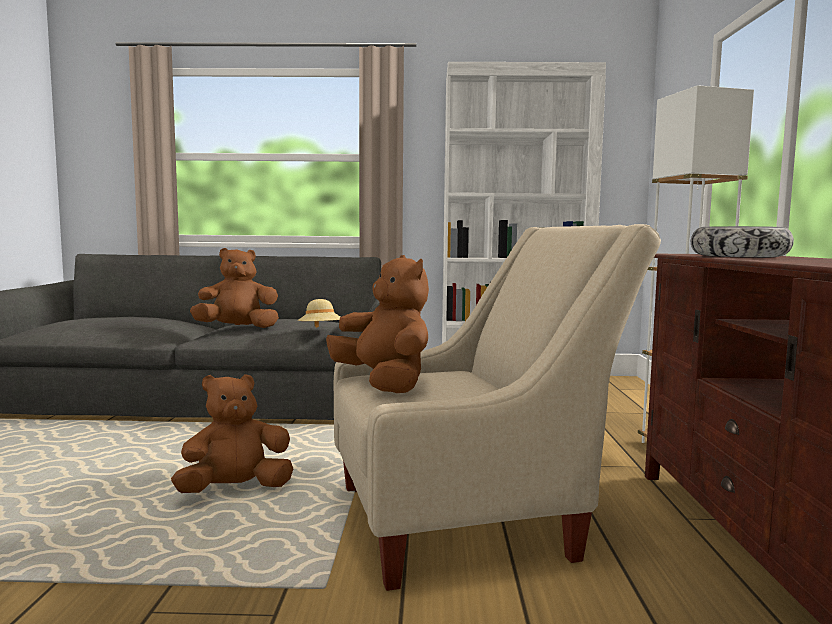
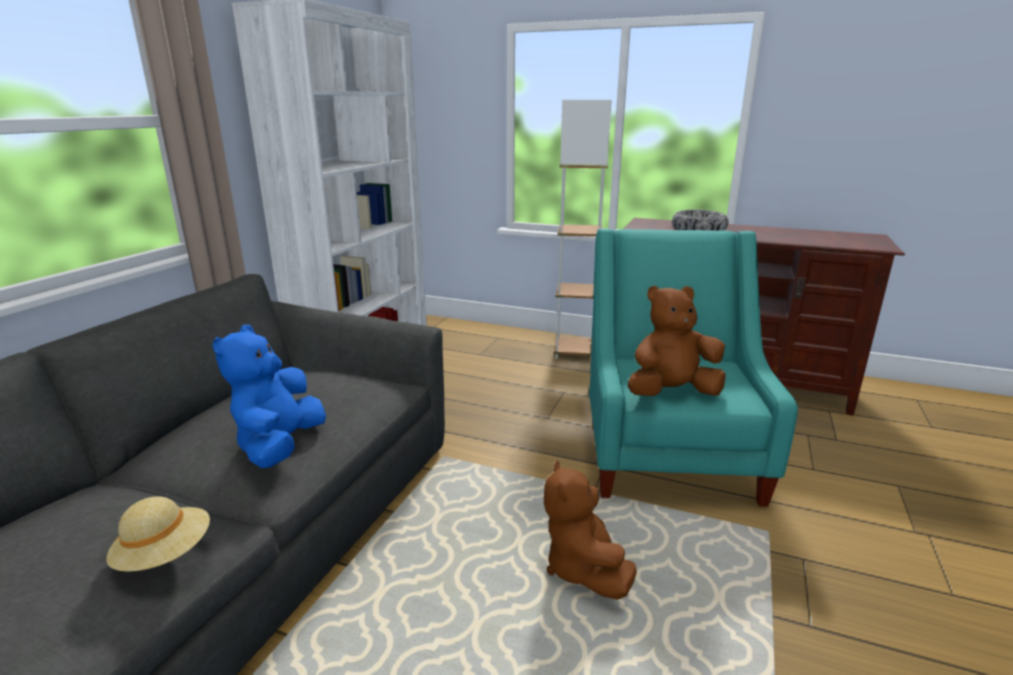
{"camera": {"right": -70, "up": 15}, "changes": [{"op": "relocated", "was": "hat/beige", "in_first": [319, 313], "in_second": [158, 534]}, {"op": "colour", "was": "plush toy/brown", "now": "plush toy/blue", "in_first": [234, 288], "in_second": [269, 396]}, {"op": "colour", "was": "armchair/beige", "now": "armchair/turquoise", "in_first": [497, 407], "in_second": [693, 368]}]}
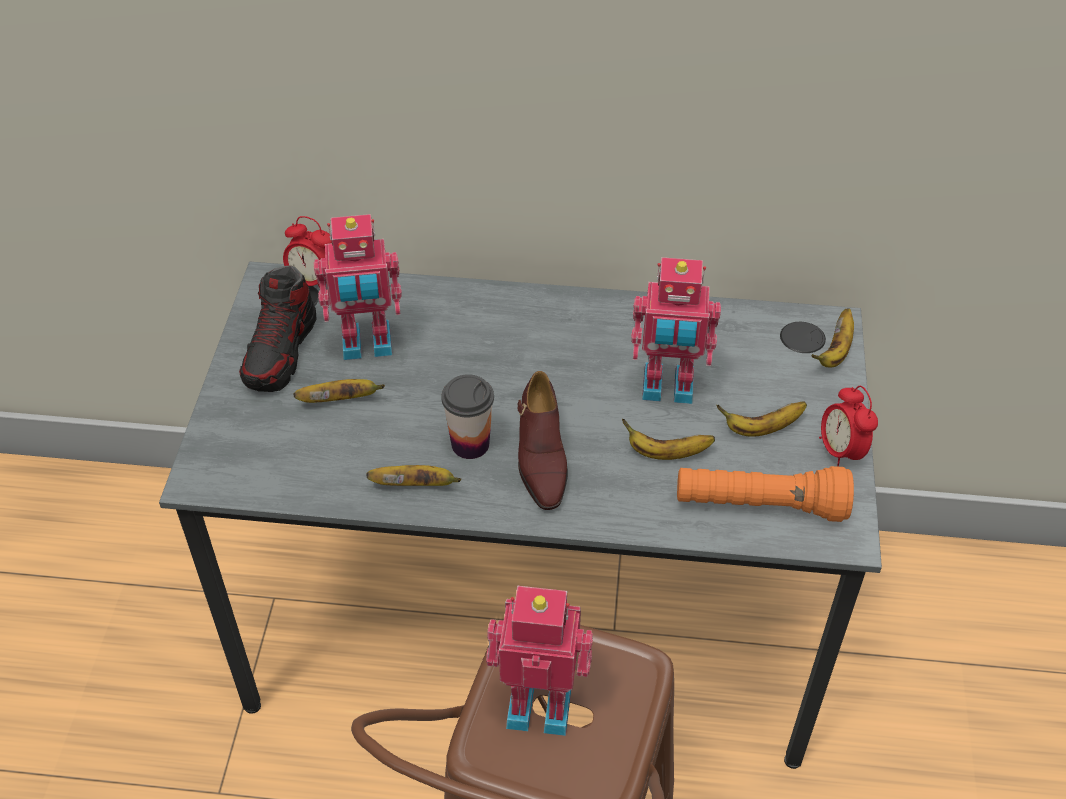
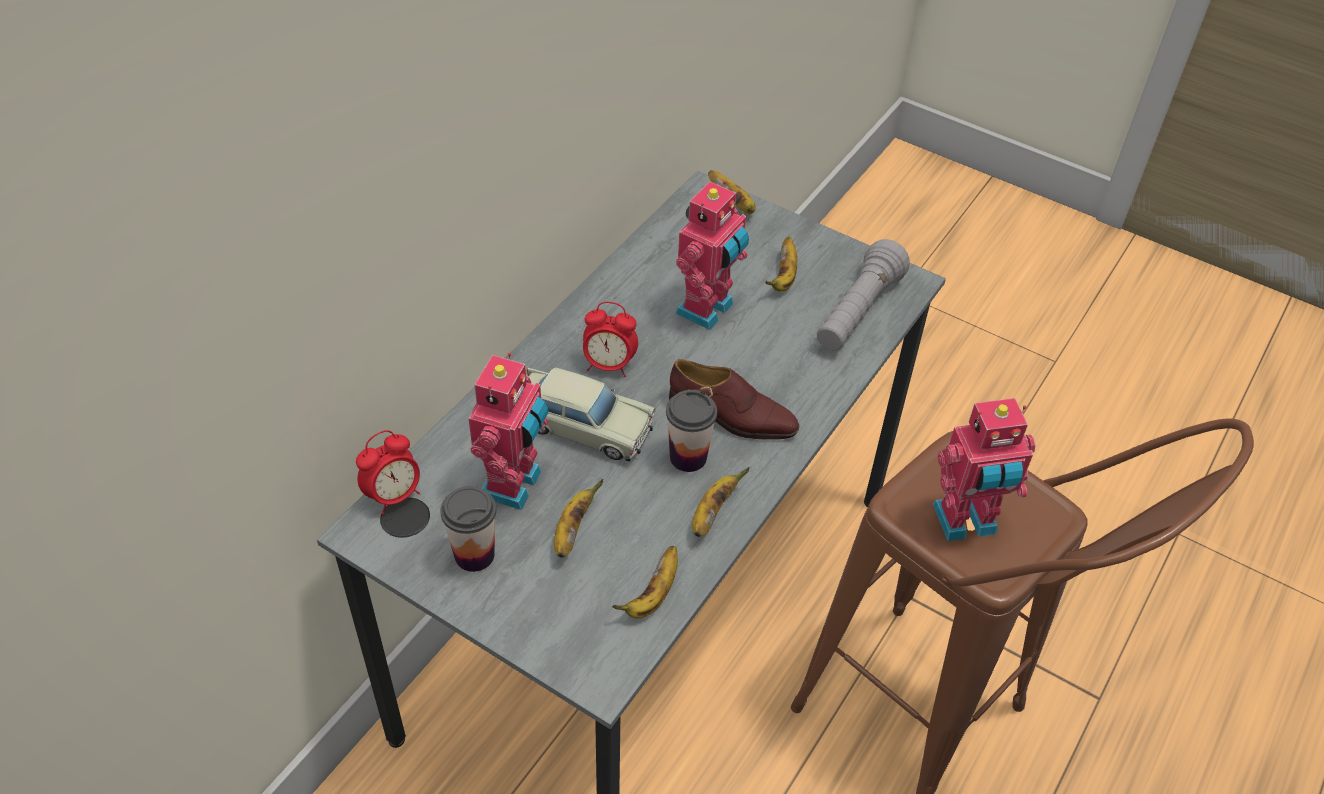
{"camera": {"right": -65, "up": 0}, "changes": [{"op": "appeared", "now": "toy car/beige", "in_second": [591, 414]}, {"op": "relocated", "was": "banana", "in_first": [668, 439], "in_second": [645, 582]}, {"op": "relocated", "was": "alarm clock", "in_first": [848, 426], "in_second": [610, 339]}, {"op": "exchanged", "was": "shoe", "now": "cup", "in_first": [278, 329], "in_second": [468, 529]}, {"op": "colour", "was": "flashlight/orange", "now": "flashlight/grey", "in_first": [765, 494], "in_second": [863, 295]}, {"op": "spun", "was": "toy robot", "in_first": [539, 661], "in_second": [984, 469], "clockwise": -135}]}
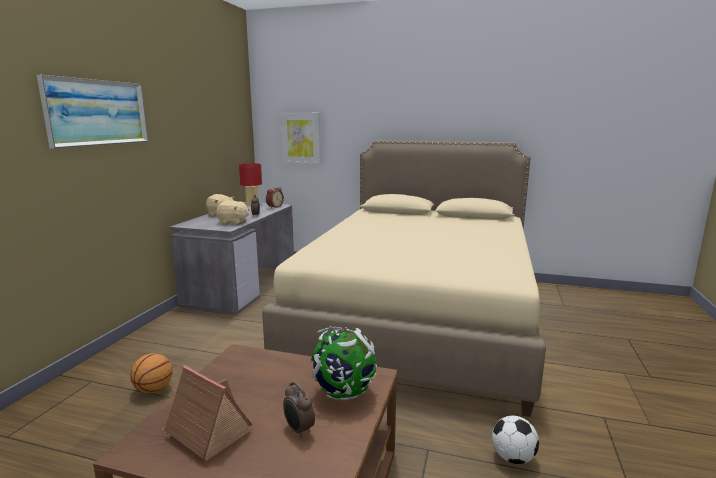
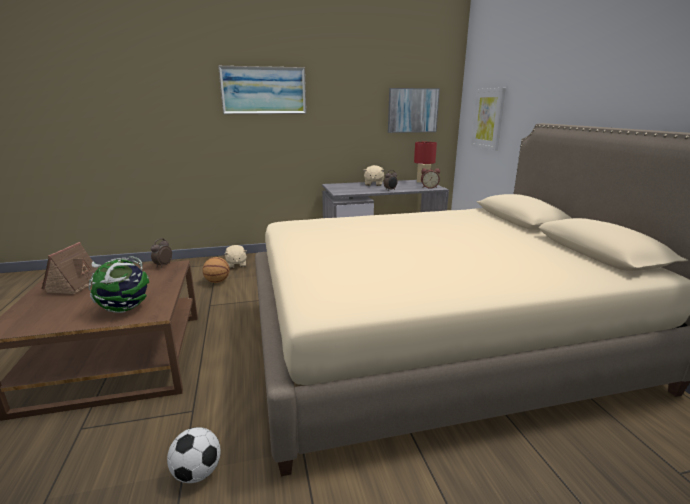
{"camera": {"right": 60, "up": 5}, "changes": [{"op": "appeared", "now": "picture", "in_second": [414, 110]}, {"op": "relocated", "was": "plush toy/beige", "in_first": [233, 212], "in_second": [235, 257]}, {"op": "relocated", "was": "alarm clock", "in_first": [299, 410], "in_second": [161, 253]}]}
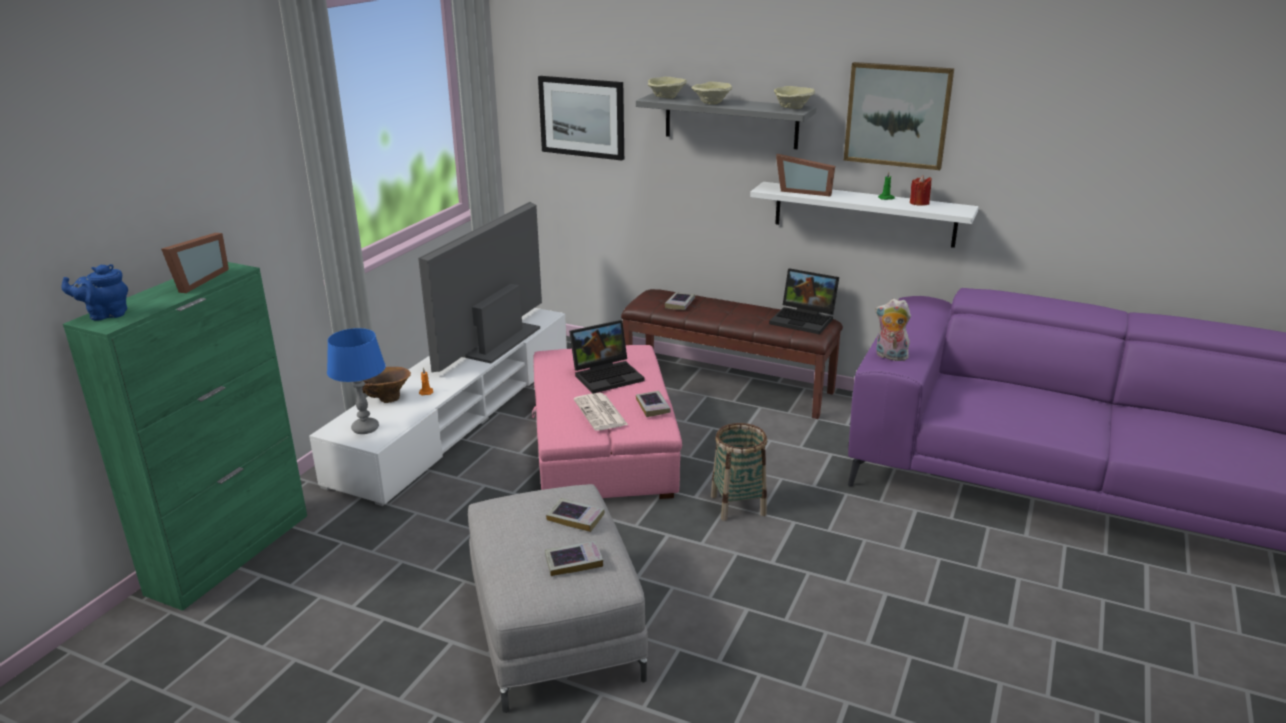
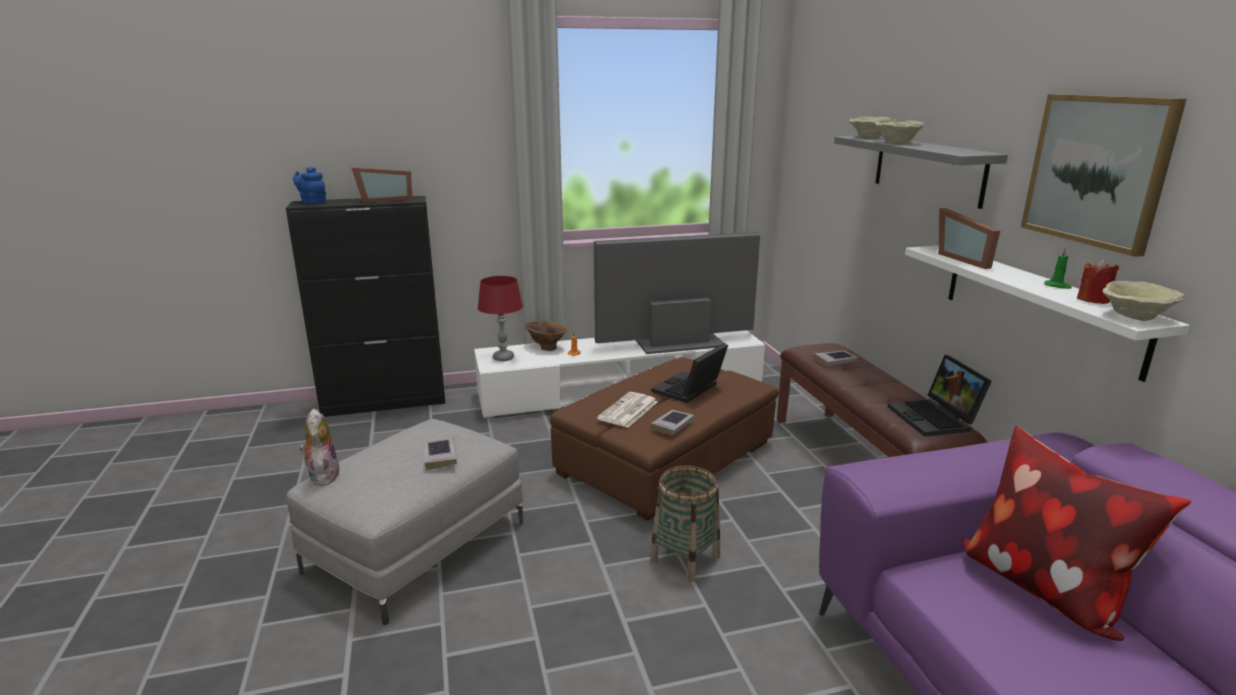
{"camera": {"right": 50, "up": -5}, "changes": [{"op": "missing", "was": "picture", "in_first": [581, 118]}, {"op": "missing", "was": "book", "in_first": [574, 558]}, {"op": "appeared", "now": "pillow", "in_second": [1076, 533]}, {"op": "relocated", "was": "bowl/beige", "in_first": [794, 97], "in_second": [1143, 301]}, {"op": "relocated", "was": "plush toy", "in_first": [893, 330], "in_second": [319, 447]}, {"op": "colour", "was": "cabinet/green", "now": "cabinet/black", "in_first": [185, 436], "in_second": [365, 306]}, {"op": "colour", "was": "table lamp/blue", "now": "table lamp/red", "in_first": [356, 381], "in_second": [500, 318]}, {"op": "colour", "was": "ottoman/pink", "now": "ottoman/brown", "in_first": [607, 422], "in_second": [664, 439]}, {"op": "spun", "was": "laptop", "in_first": [607, 356], "in_second": [689, 373], "clockwise": 105}]}
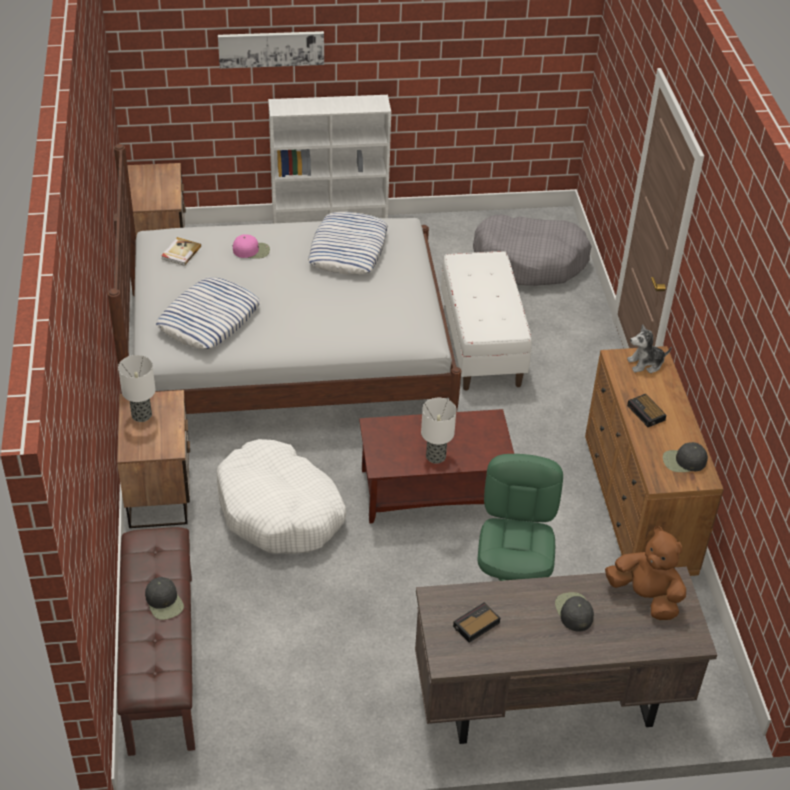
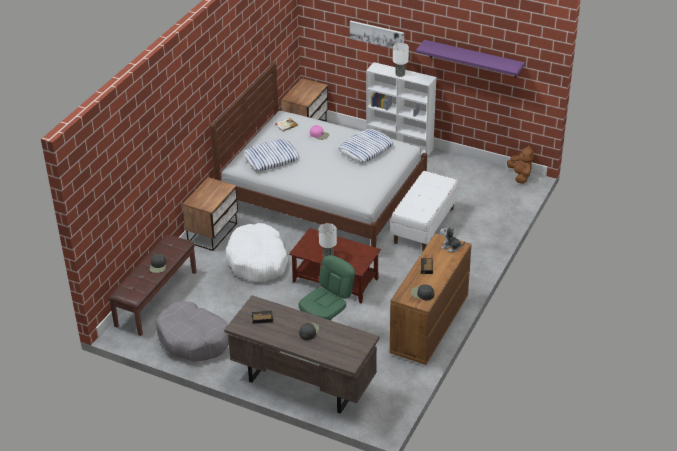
{"camera": {"right": 35, "up": -5}, "changes": [{"op": "appeared", "now": "shelf/purple", "in_second": [470, 58]}, {"op": "relocated", "was": "table lamp", "in_first": [136, 388], "in_second": [401, 60]}, {"op": "relocated", "was": "dog bed/grey", "in_first": [532, 250], "in_second": [192, 331]}, {"op": "relocated", "was": "plush toy/brown", "in_first": [645, 573], "in_second": [520, 164]}]}
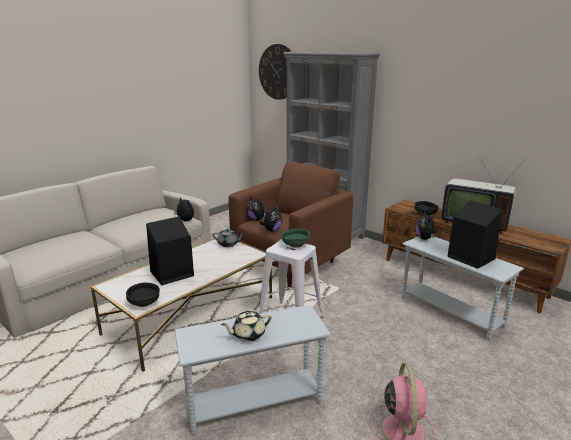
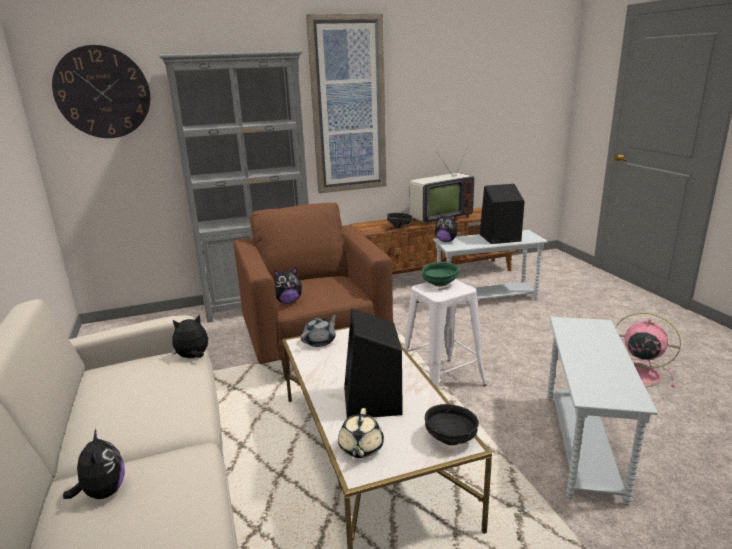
{"camera": {"right": -60, "up": 0}, "changes": [{"op": "appeared", "now": "picture", "in_second": [346, 103]}, {"op": "relocated", "was": "teapot/beige", "in_first": [246, 326], "in_second": [361, 433]}, {"op": "relocated", "was": "plush toy", "in_first": [270, 219], "in_second": [94, 464]}]}
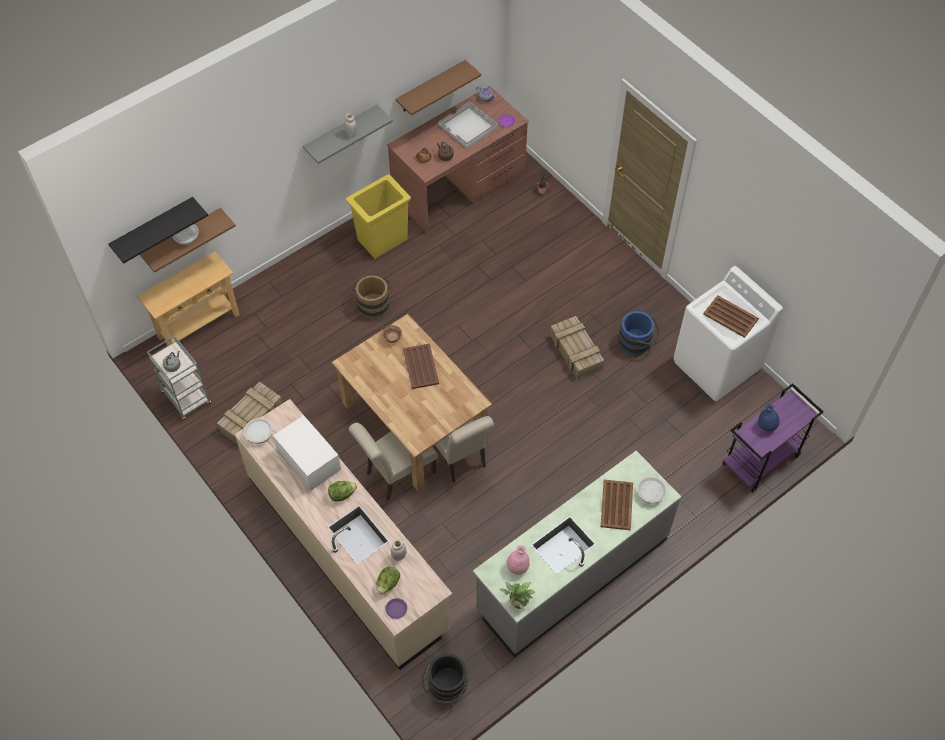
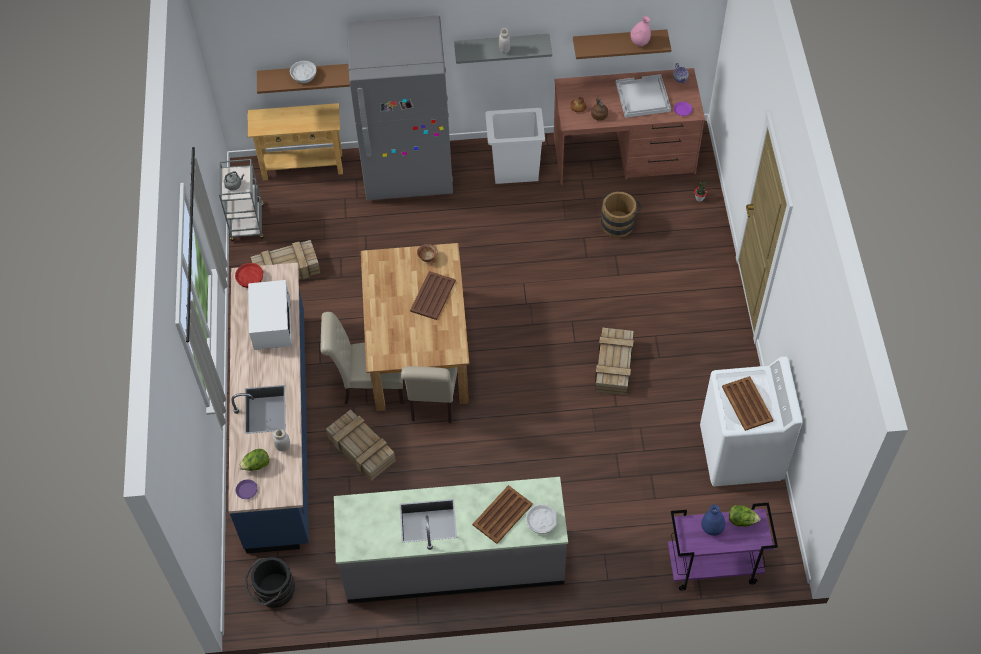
{"camera": {"right": 35, "up": 0}, "changes": [{"op": "missing", "was": "shelf/black", "in_first": [158, 230]}, {"op": "missing", "was": "potted plant", "in_first": [517, 596]}, {"op": "missing", "was": "bucket/blue", "in_first": [638, 332]}, {"op": "appeared", "now": "crate", "in_second": [361, 445]}, {"op": "appeared", "now": "fridge/grey", "in_second": [399, 108]}, {"op": "relocated", "was": "lettuce", "in_first": [342, 491], "in_second": [744, 516]}, {"op": "relocated", "was": "bucket/brown", "in_first": [371, 297], "in_second": [621, 215]}, {"op": "relocated", "was": "vase/pink", "in_first": [518, 560], "in_second": [640, 31]}, {"op": "colour", "was": "counter/beige", "now": "counter/blue", "in_first": [343, 534], "in_second": [268, 408]}, {"op": "colour", "was": "bowl/white", "now": "bowl/red", "in_first": [258, 431], "in_second": [249, 275]}, {"op": "colour", "was": "trash can/yellow", "now": "trash can/white", "in_first": [378, 217], "in_second": [515, 146]}]}
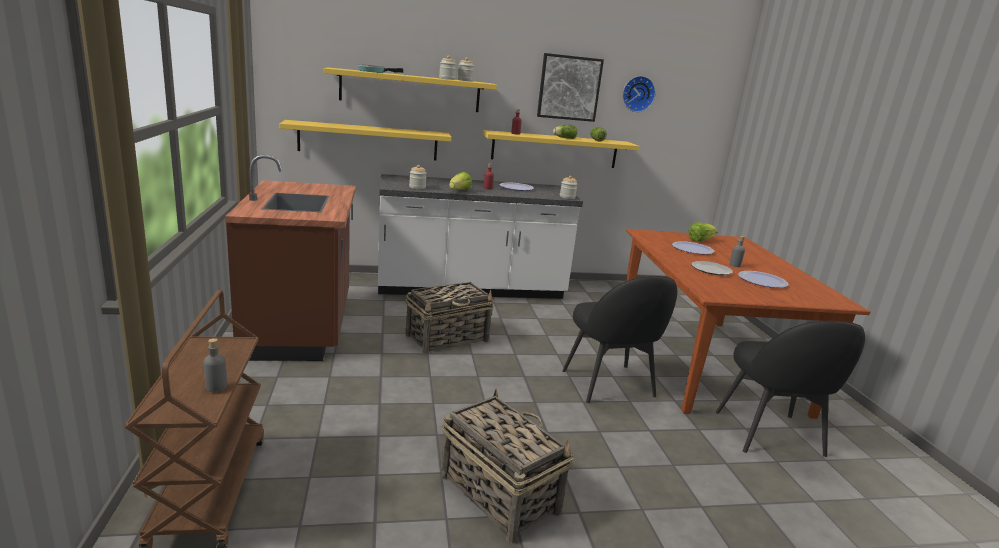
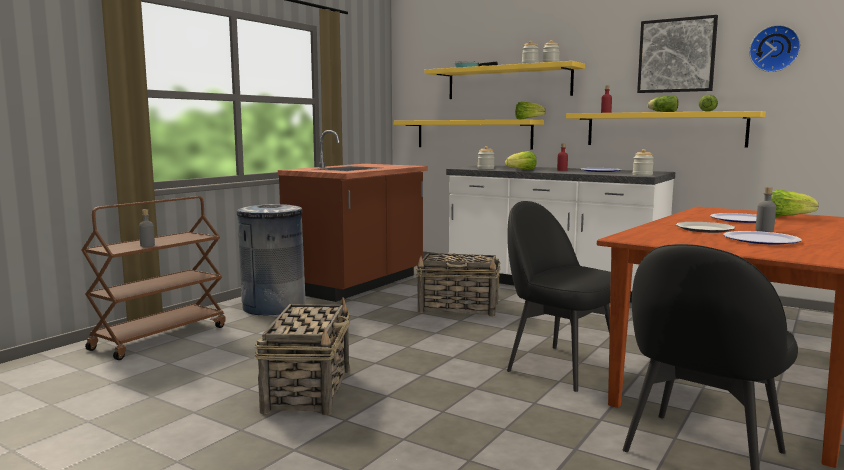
{"camera": {"right": 45, "up": -10}, "changes": [{"op": "appeared", "now": "trash can/grey", "in_second": [271, 259]}, {"op": "appeared", "now": "lettuce", "in_second": [530, 110]}, {"op": "spun", "was": "chair/black", "in_first": [619, 339], "in_second": [559, 296], "clockwise": 105}]}
